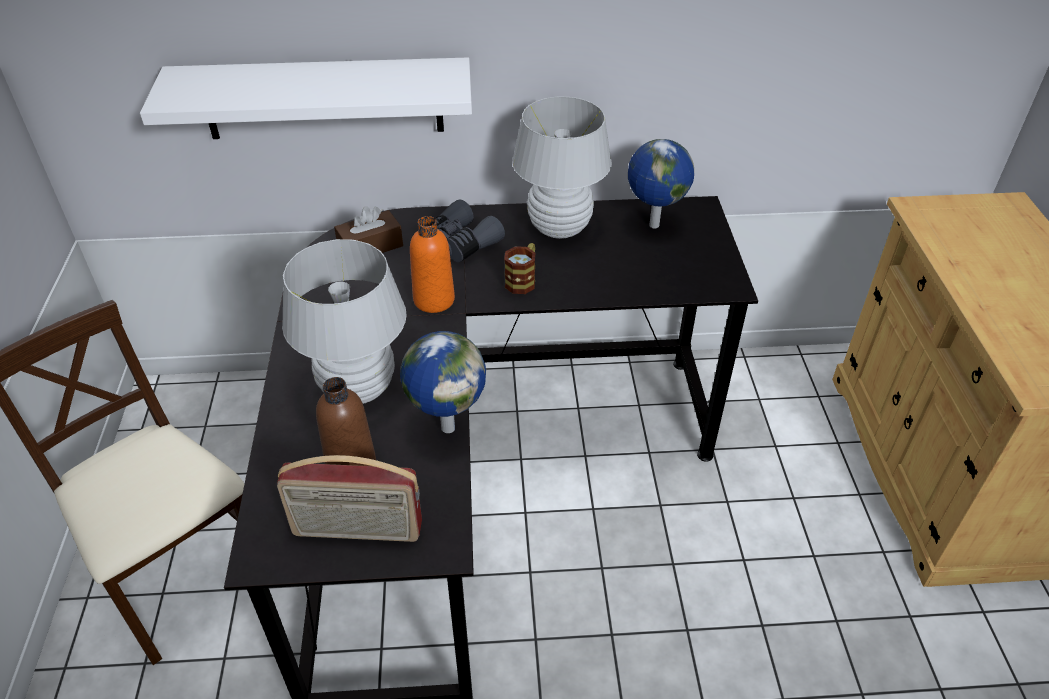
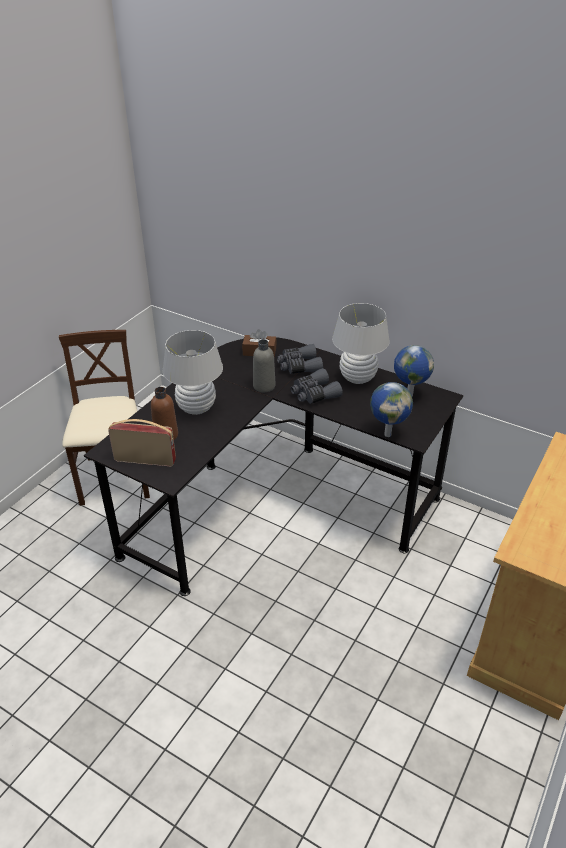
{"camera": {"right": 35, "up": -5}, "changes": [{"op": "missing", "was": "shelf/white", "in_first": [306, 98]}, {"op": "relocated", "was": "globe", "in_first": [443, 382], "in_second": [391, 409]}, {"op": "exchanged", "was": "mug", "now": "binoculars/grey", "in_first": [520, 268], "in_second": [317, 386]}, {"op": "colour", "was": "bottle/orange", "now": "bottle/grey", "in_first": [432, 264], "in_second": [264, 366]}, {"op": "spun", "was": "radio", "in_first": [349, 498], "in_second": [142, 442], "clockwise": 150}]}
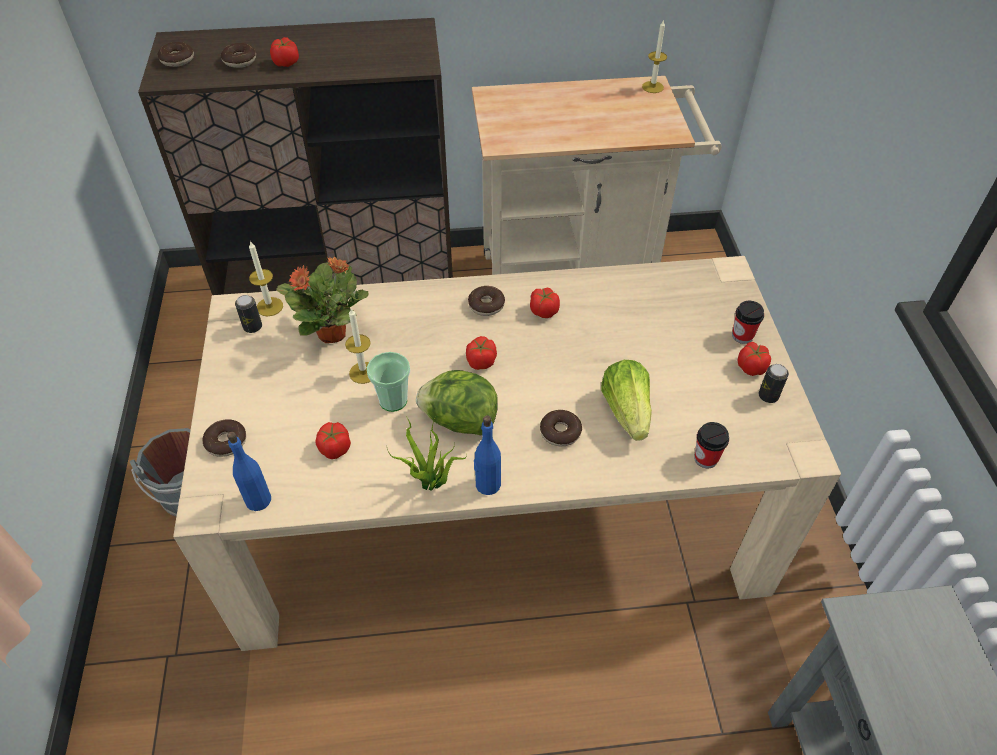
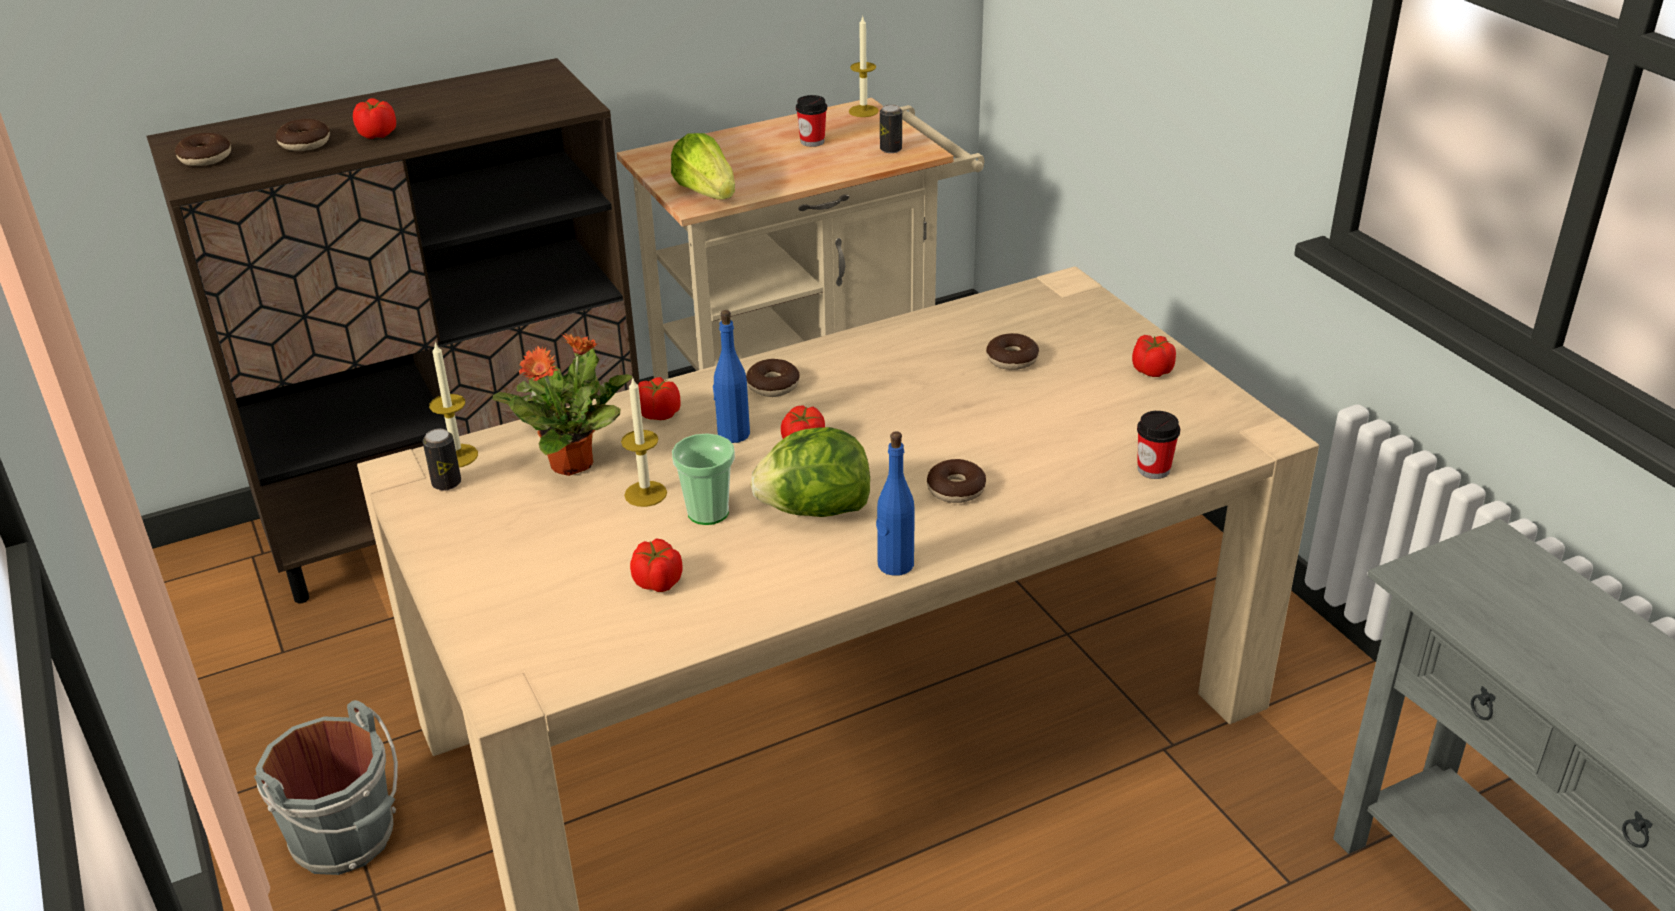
{"camera": {"right": -20, "up": -15}, "changes": [{"op": "missing", "was": "potted plant", "in_first": [426, 453]}, {"op": "relocated", "was": "donut", "in_first": [224, 438], "in_second": [1012, 351]}, {"op": "relocated", "was": "bottle/blue", "in_first": [249, 471], "in_second": [731, 376]}, {"op": "relocated", "was": "tomato", "in_first": [545, 303], "in_second": [659, 398]}, {"op": "relocated", "was": "lettuce", "in_first": [626, 400], "in_second": [703, 166]}, {"op": "relocated", "was": "cup", "in_first": [748, 322], "in_second": [811, 121]}, {"op": "relocated", "was": "can", "in_first": [774, 383], "in_second": [891, 128]}]}
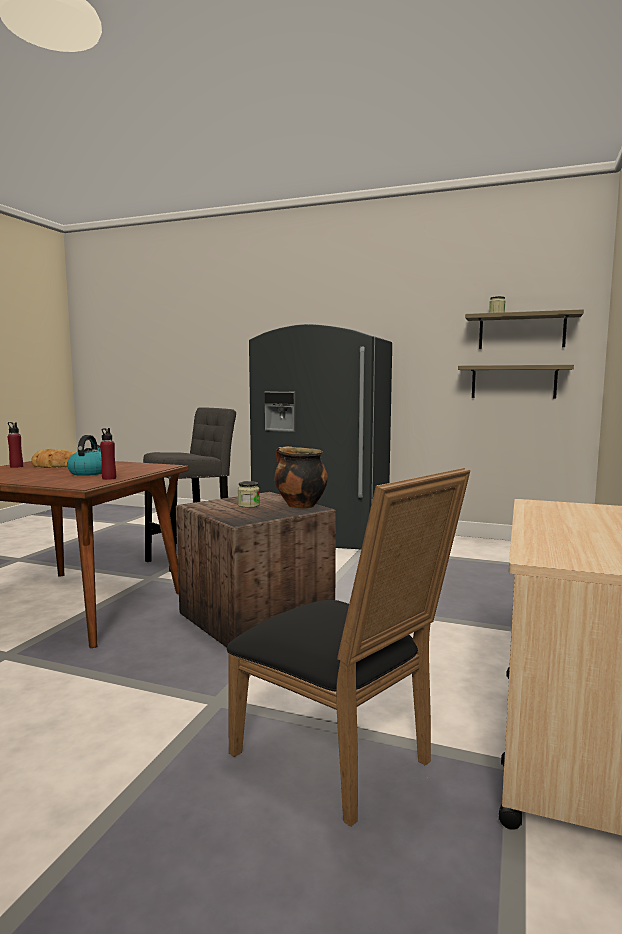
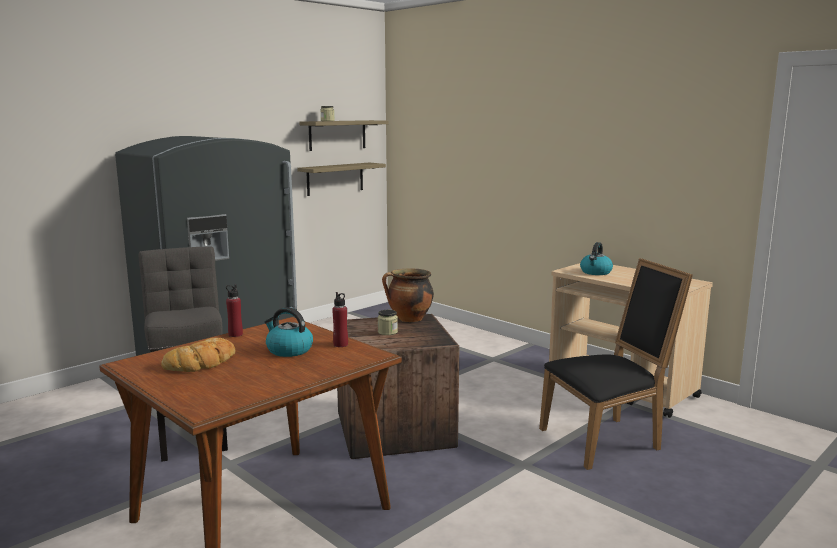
{"camera": {"right": -65, "up": 5}, "changes": [{"op": "appeared", "now": "kettle", "in_second": [596, 258]}, {"op": "relocated", "was": "bottle/red", "in_first": [15, 445], "in_second": [234, 310]}]}
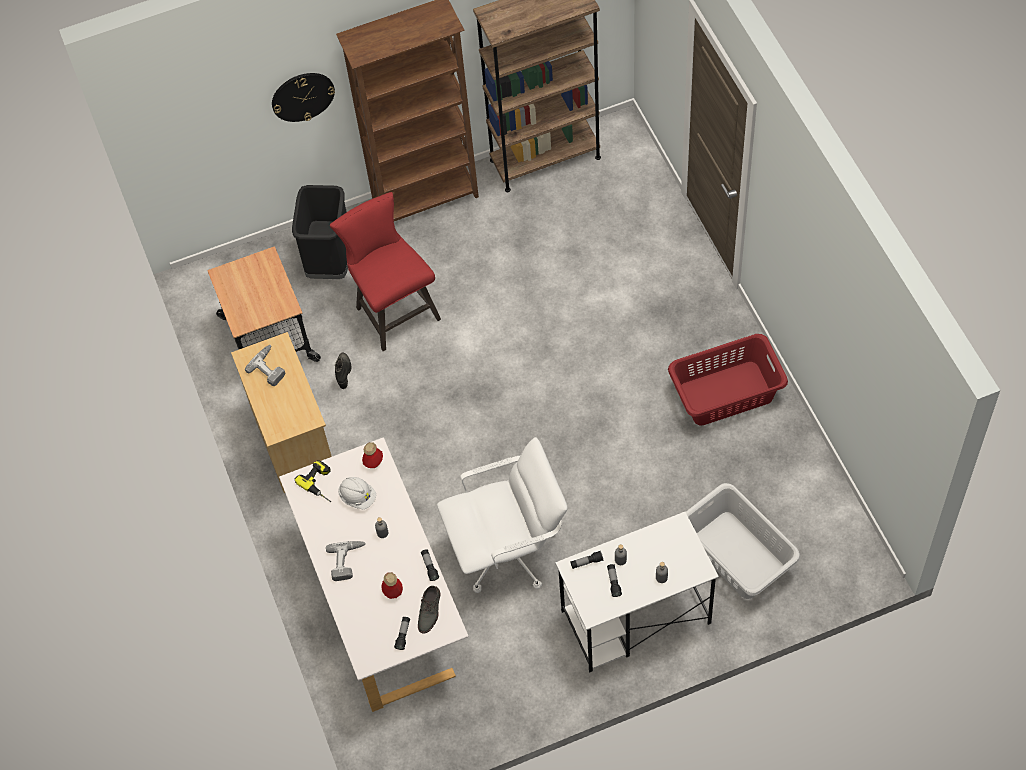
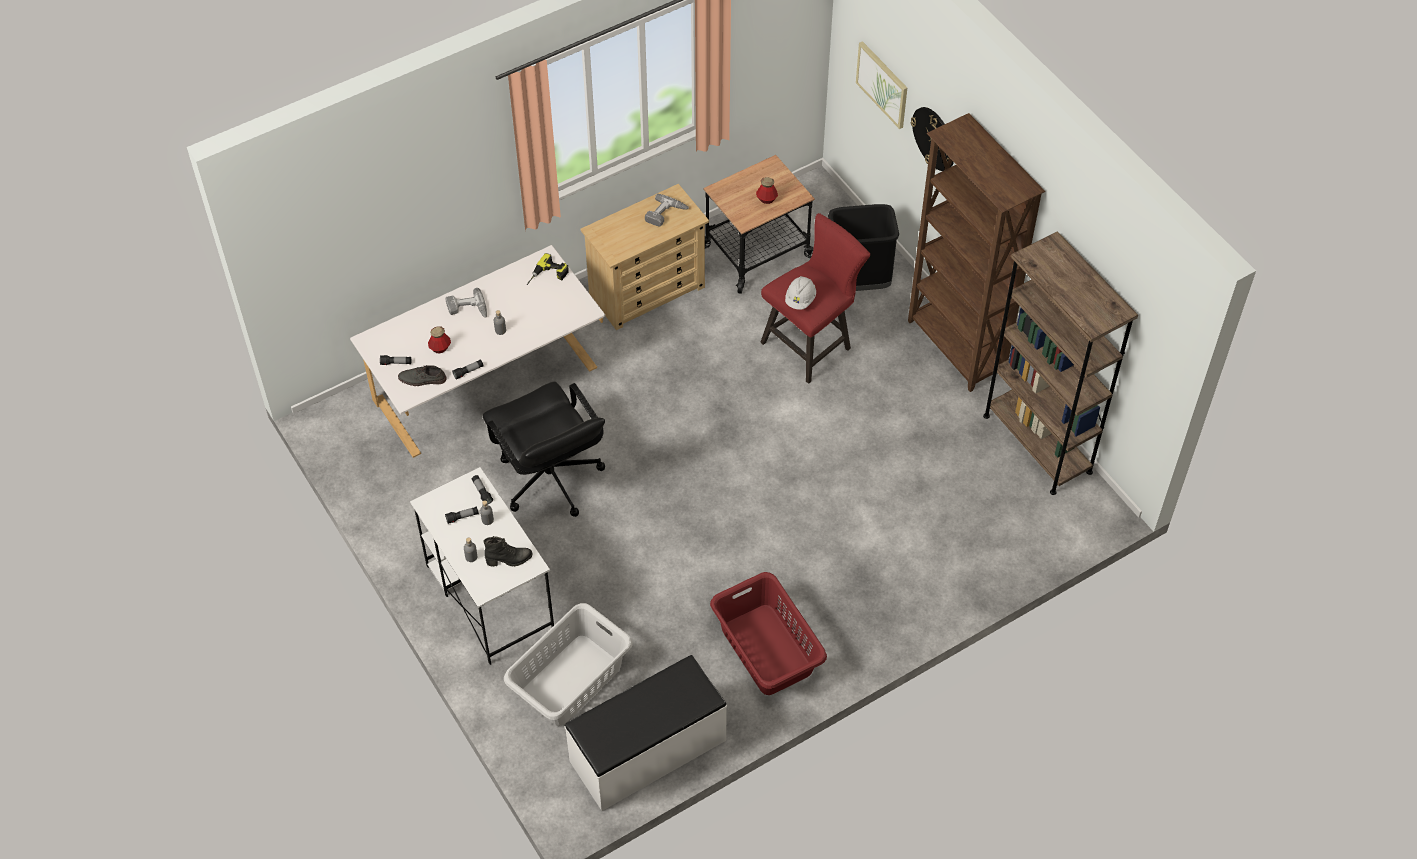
{"camera": {"right": 75, "up": -5}, "changes": [{"op": "appeared", "now": "bench/white", "in_second": [646, 733]}, {"op": "appeared", "now": "picture", "in_second": [881, 85]}, {"op": "relocated", "was": "boot/black", "in_first": [343, 371], "in_second": [507, 551]}, {"op": "relocated", "was": "hard hat/white", "in_first": [357, 493], "in_second": [800, 293]}, {"op": "relocated", "was": "bottle", "in_first": [372, 455], "in_second": [767, 190]}, {"op": "colour", "was": "office chair/white", "now": "office chair/black", "in_first": [502, 515], "in_second": [544, 449]}]}
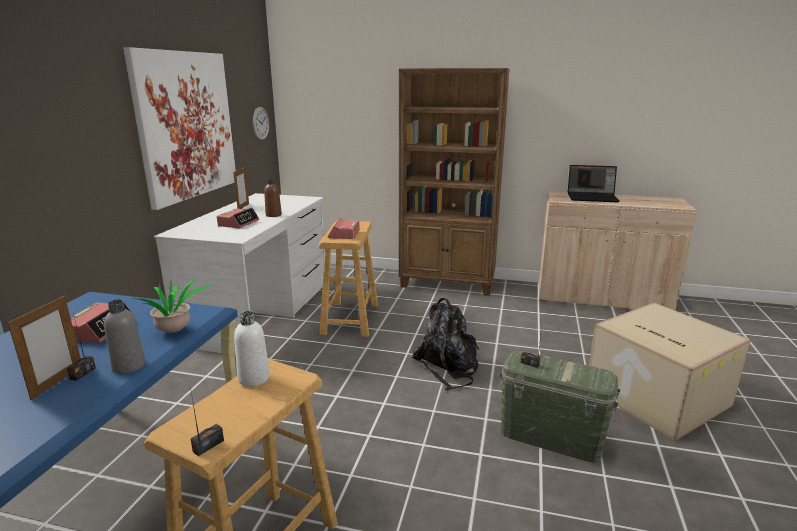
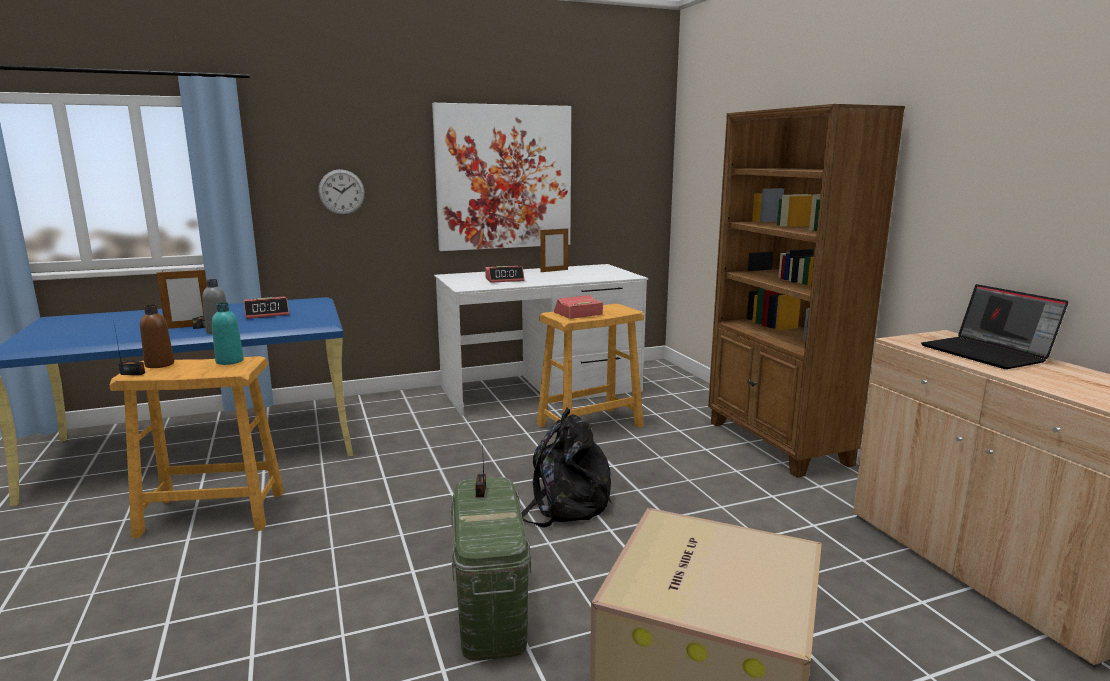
{"camera": {"right": 55, "up": -5}, "changes": [{"op": "missing", "was": "potted plant", "in_first": [174, 306]}, {"op": "relocated", "was": "wall clock", "in_first": [261, 123], "in_second": [341, 192]}, {"op": "relocated", "was": "bottle/brown", "in_first": [273, 198], "in_second": [157, 336]}, {"op": "colour", "was": "bottle/white", "now": "bottle/turquoise", "in_first": [252, 349], "in_second": [228, 333]}]}
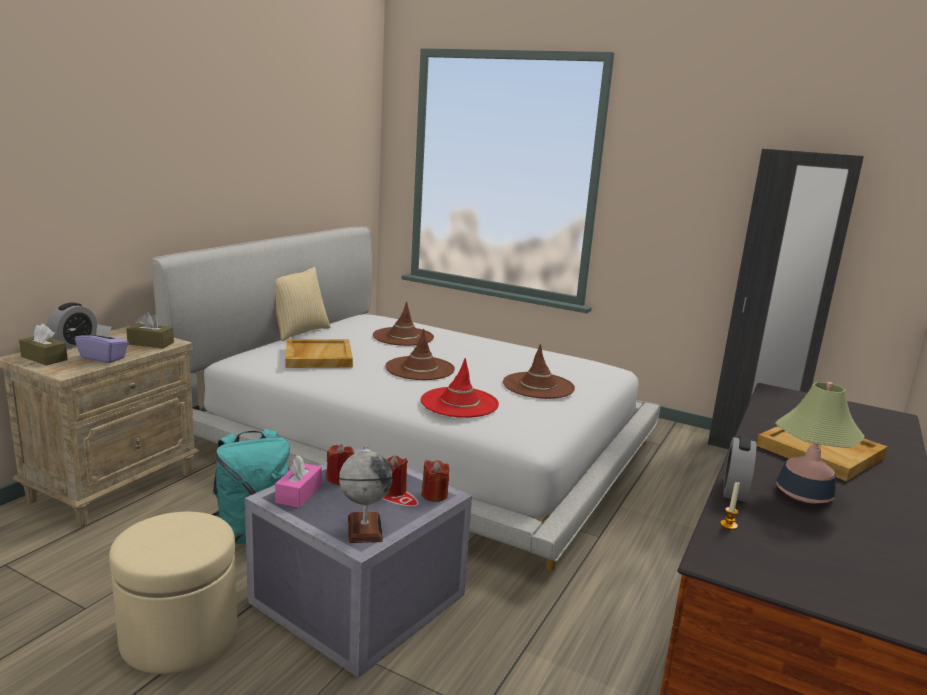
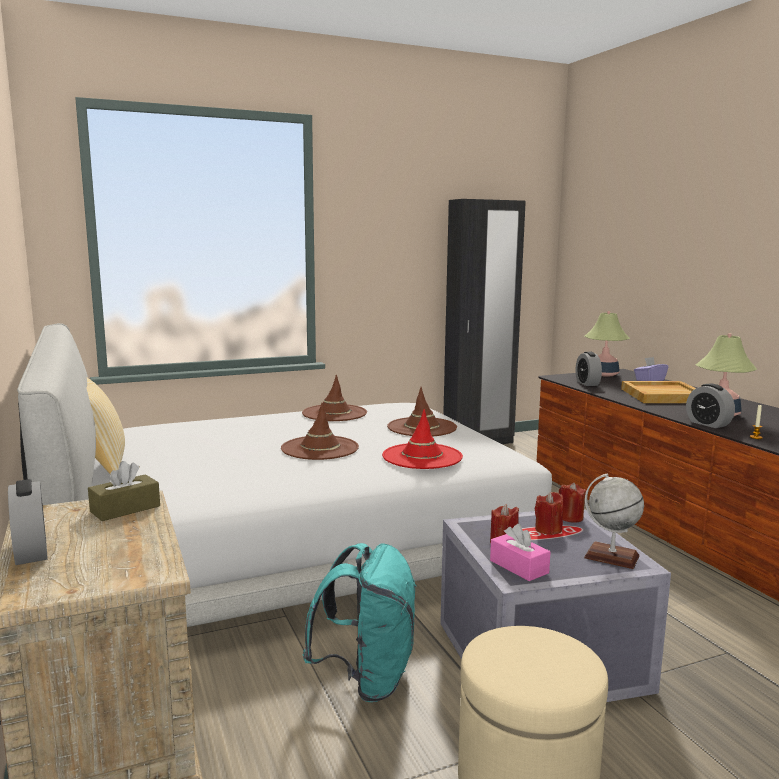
{"camera": {"right": -50, "up": -5}, "changes": [{"op": "missing", "was": "tissue box/brown", "in_first": [43, 345]}, {"op": "missing", "was": "tray/beige", "in_first": [319, 353]}, {"op": "appeared", "now": "alarm clock", "in_second": [589, 369]}, {"op": "appeared", "now": "table lamp", "in_second": [607, 344]}, {"op": "relocated", "was": "tissue box/purple", "in_first": [102, 343], "in_second": [651, 369]}, {"op": "relocated", "was": "hat/brown", "in_first": [403, 323], "in_second": [334, 398]}]}
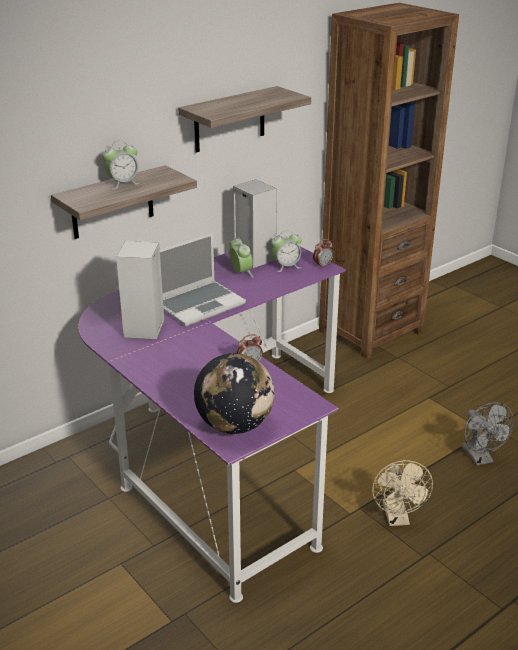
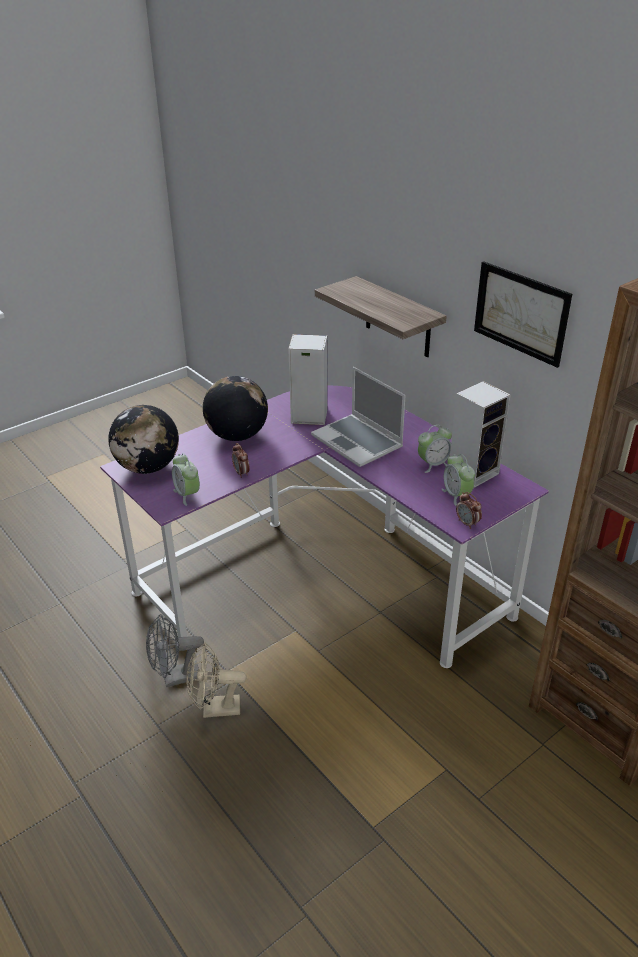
{"camera": {"right": 90, "up": 5}, "changes": [{"op": "appeared", "now": "globe", "in_second": [235, 408]}, {"op": "relocated", "was": "alarm clock", "in_first": [121, 164], "in_second": [186, 480]}, {"op": "relocated", "was": "fan/grey", "in_first": [487, 434], "in_second": [175, 650]}, {"op": "exchanged", "was": "shelf", "now": "picture", "in_first": [244, 119], "in_second": [523, 314]}]}
